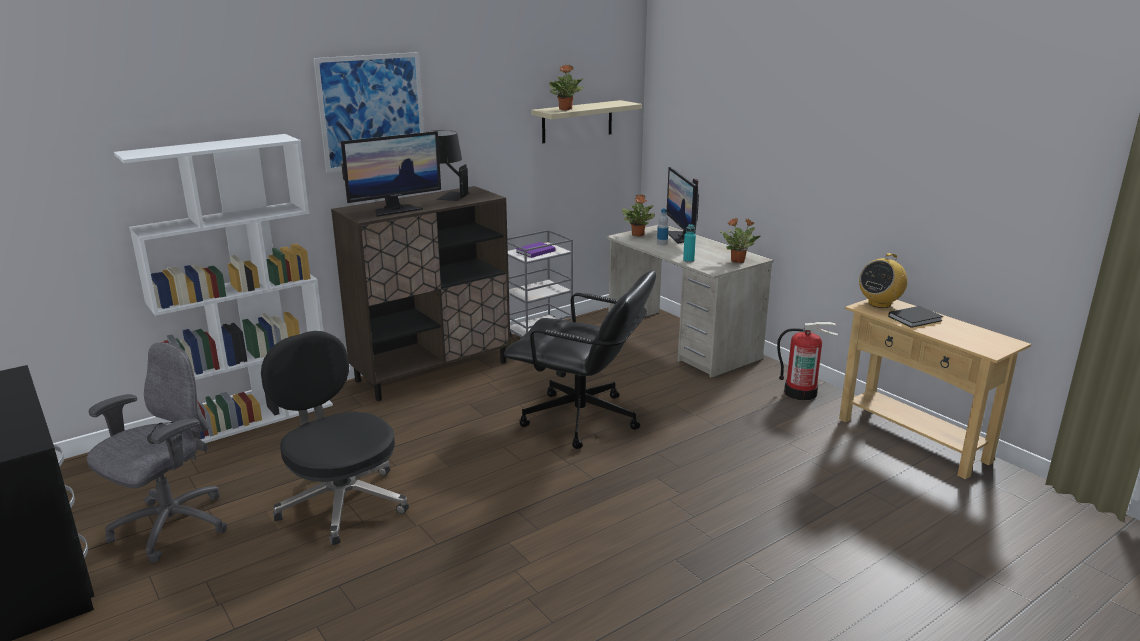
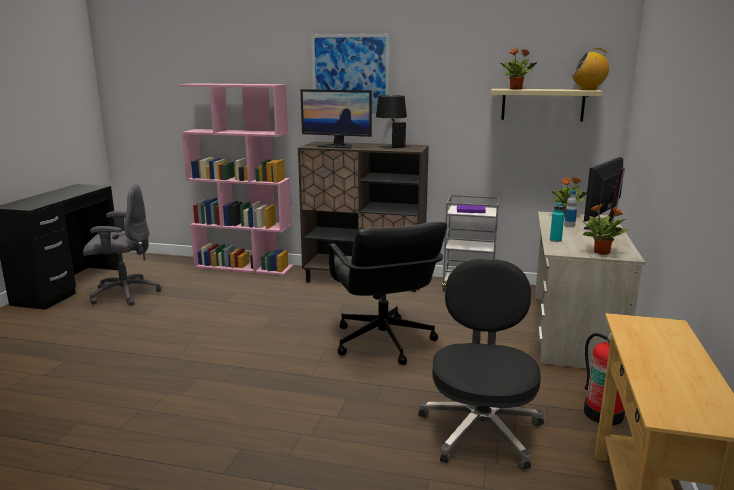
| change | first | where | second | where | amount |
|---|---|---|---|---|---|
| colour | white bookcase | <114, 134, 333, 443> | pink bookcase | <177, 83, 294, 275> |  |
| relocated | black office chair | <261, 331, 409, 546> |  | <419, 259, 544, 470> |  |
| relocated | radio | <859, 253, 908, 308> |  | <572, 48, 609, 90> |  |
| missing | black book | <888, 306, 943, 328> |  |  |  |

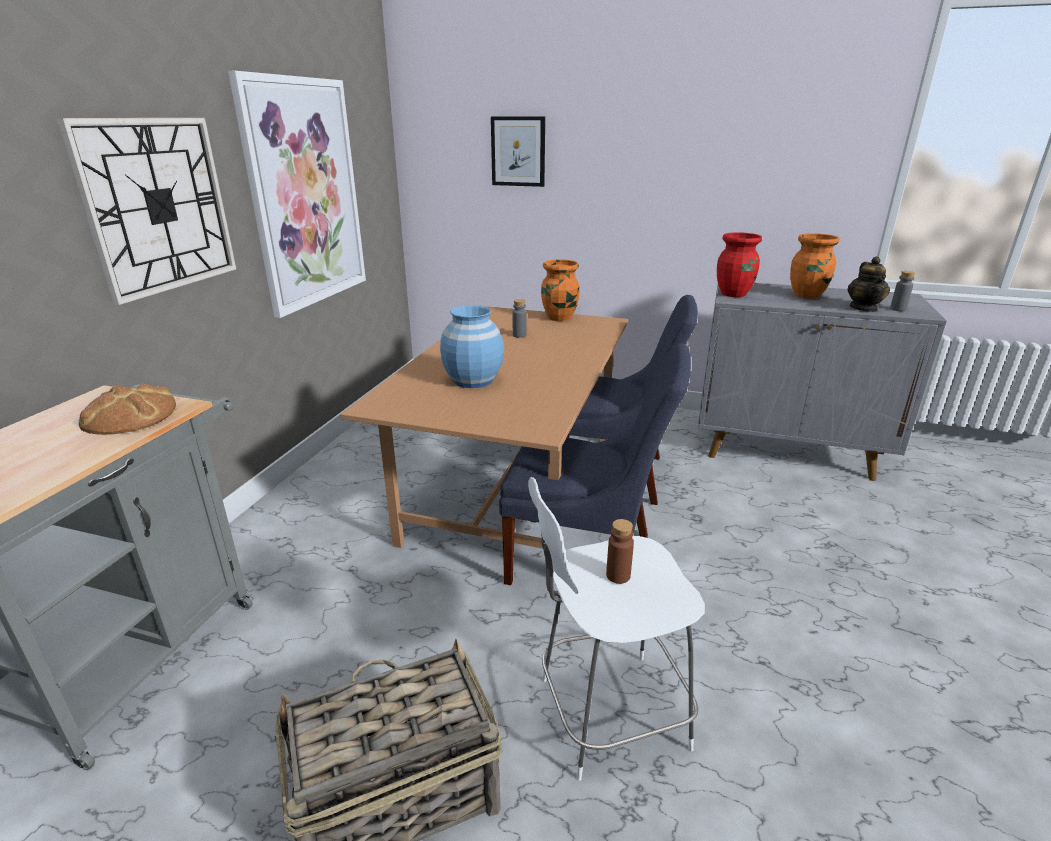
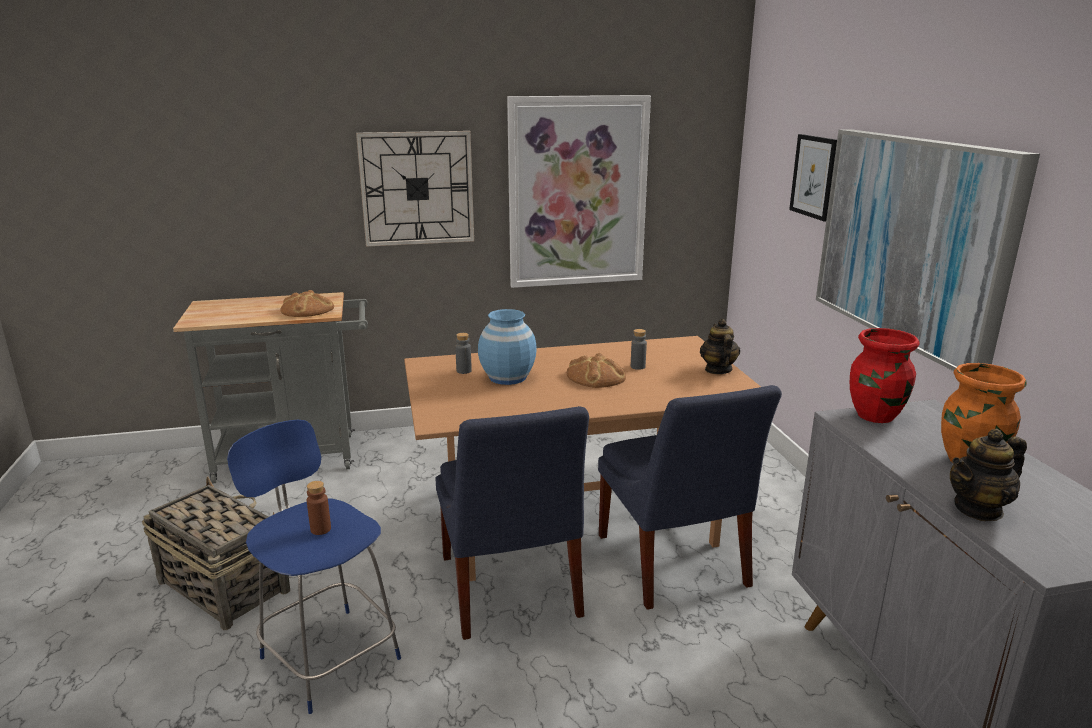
| change | first | where | second | where | amount |
|---|---|---|---|---|---|
| colour | white stool | <528, 477, 705, 781> | blue stool | <227, 420, 401, 714> |  |
| relocated | grey bottle | <890, 271, 915, 311> |  | <455, 333, 472, 374> |  |
| appeared |  |  | bread | <567, 353, 626, 388> |  |
| exchanged | orange vase | <541, 259, 580, 321> | teapot | <700, 319, 740, 374> |  |
| appeared |  |  | picture | <816, 129, 1040, 371> |  |

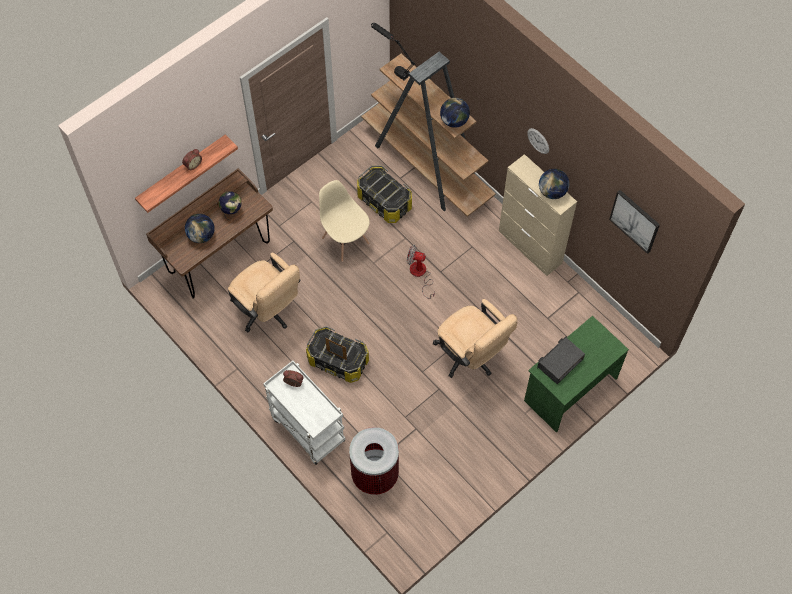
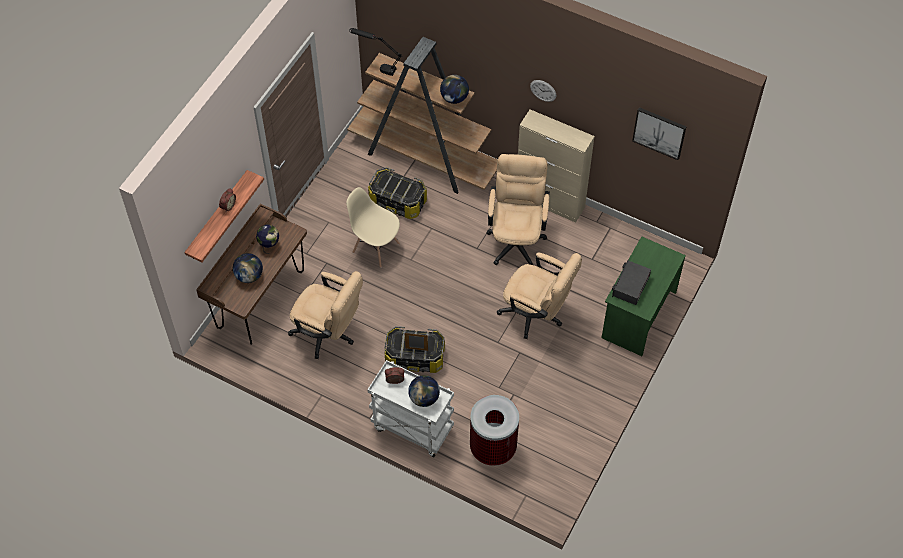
| change | first | where | second | where | amount |
|---|---|---|---|---|---|
| relocated | globe | <539, 169, 569, 199> |  | <408, 375, 440, 407> |  |
| appeared |  |  | beige office chair | <486, 154, 550, 265> |  |
| missing | fan | <407, 245, 435, 299> |  |  |  |

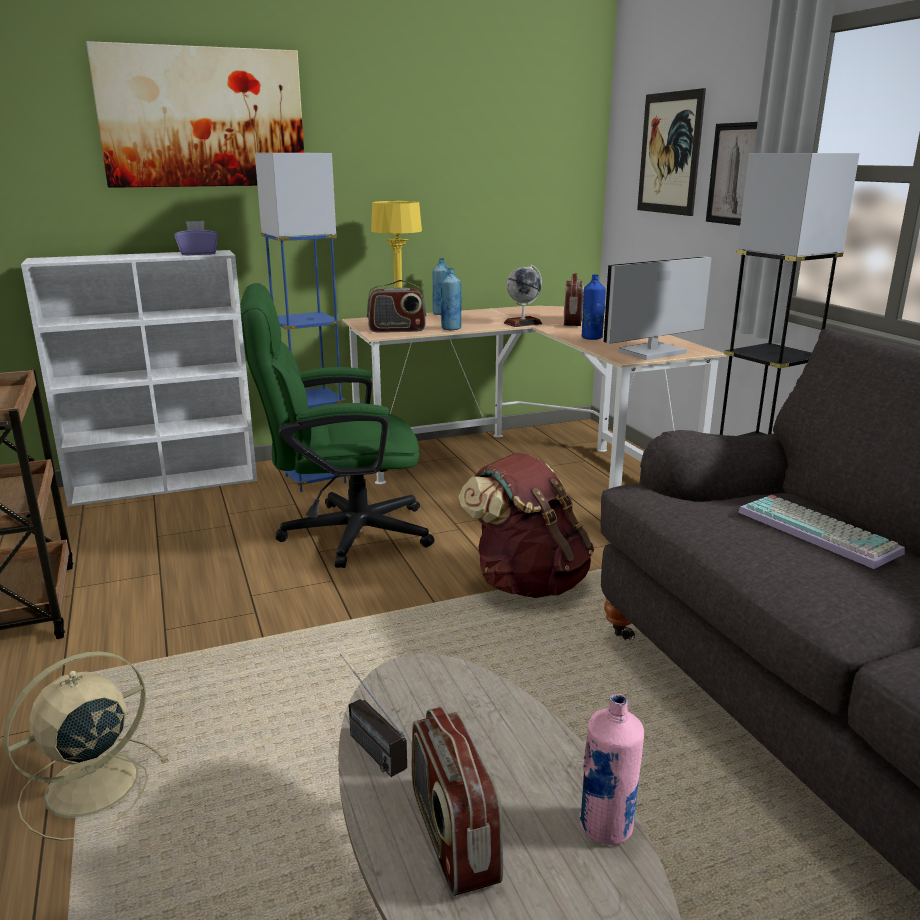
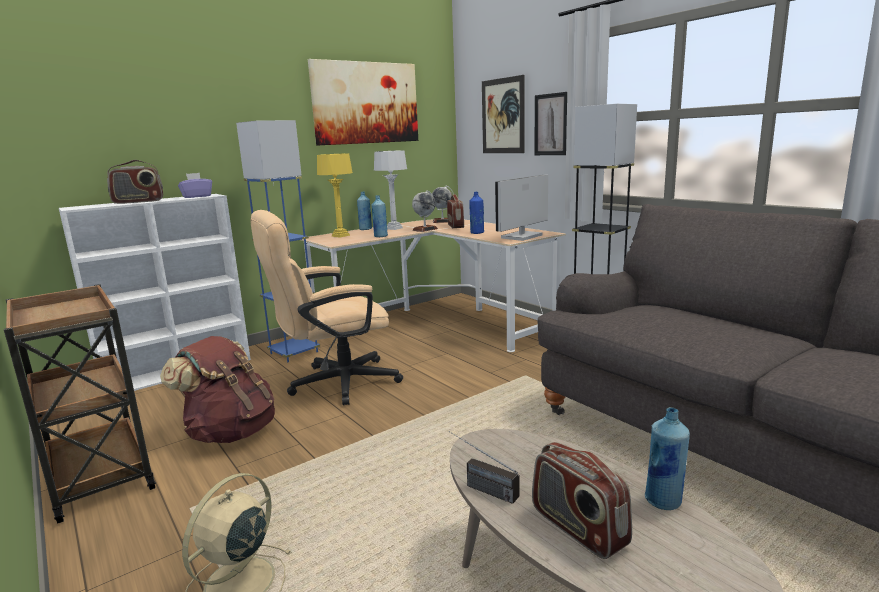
| change | first | where | second | where | amount |
|---|---|---|---|---|---|
| relocated | radio | <367, 280, 426, 333> |  | <107, 160, 163, 204> |  |
| relocated | brown backpack | <458, 453, 594, 598> |  | <160, 336, 275, 443> |  |
| colour | green office chair | <241, 283, 435, 568> | beige office chair | <250, 210, 403, 405> |  |
| relocated | picture | <86, 41, 304, 188> |  | <308, 59, 418, 146> |  |
| appeared |  |  | grey table lamp | <374, 150, 407, 230> |  |
| appeared |  |  | globe | <432, 186, 454, 223> |  |
| colour | pink bottle | <579, 694, 644, 845> | blue bottle | <645, 407, 690, 510> |  |
| missing | keyboard | <738, 495, 905, 569> |  |  |  |

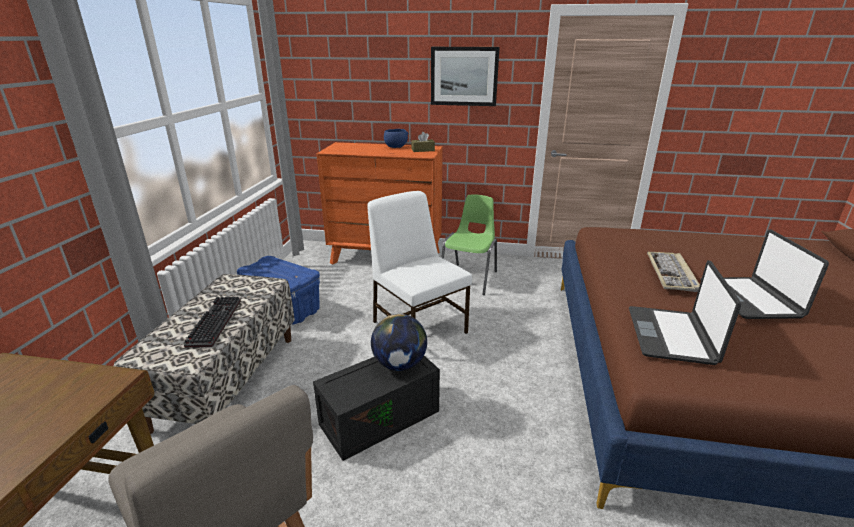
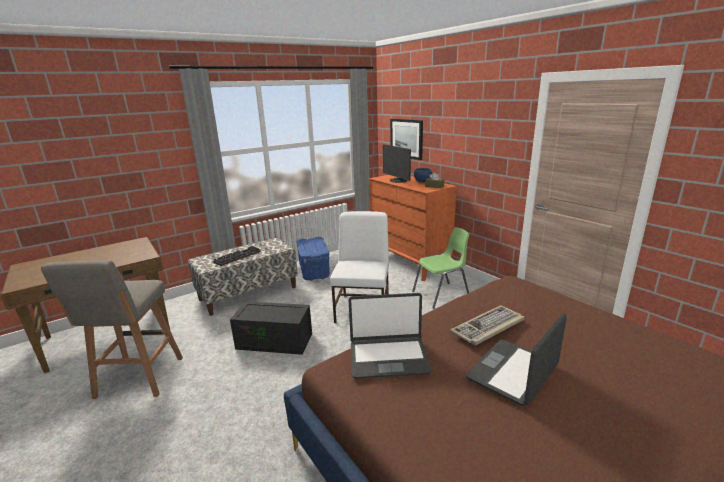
| change | first | where | second | where | amount |
|---|---|---|---|---|---|
| spun | laptop | <629, 260, 741, 365> |  | <349, 293, 431, 379> | 150 degrees counterclockwise |
| appeared |  |  | monitor | <383, 144, 411, 183> |  |
| relocated | picture | <431, 47, 500, 106> |  | <390, 119, 423, 160> |  |
| missing | globe | <371, 314, 427, 371> |  |  |  |

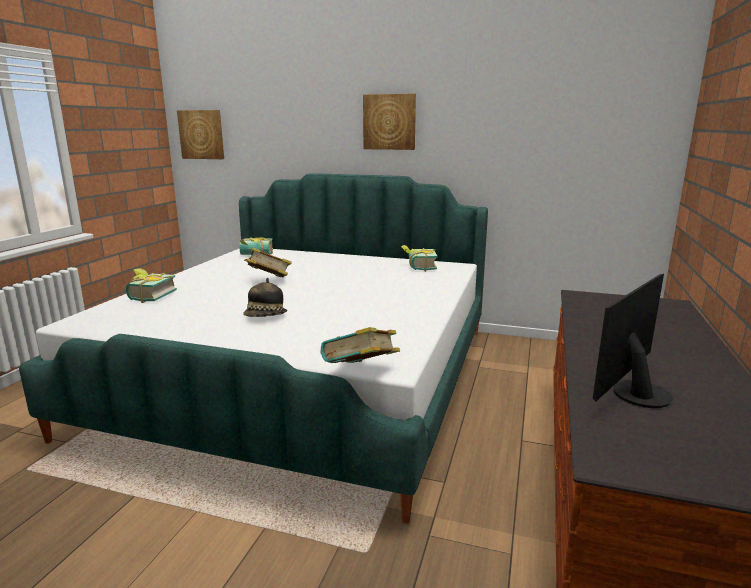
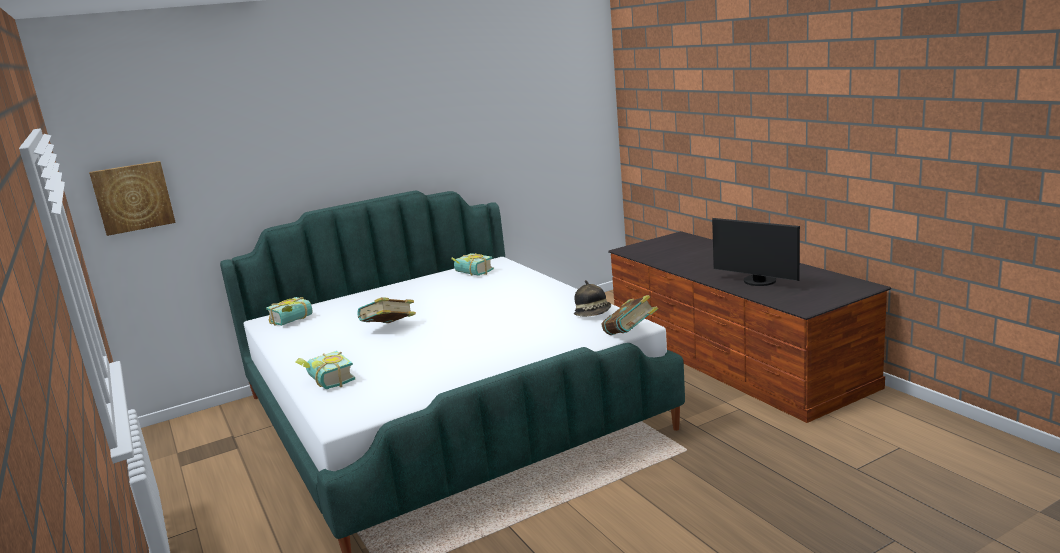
| change | first | where | second | where | amount |
|---|---|---|---|---|---|
| relocated | hat | <243, 278, 287, 317> |  | <574, 280, 611, 317> |  |
| spun | monitor | <593, 274, 673, 408> |  | <712, 218, 800, 286> | 45 degrees counterclockwise |
| missing | picture | <363, 93, 416, 150> |  |  |  |

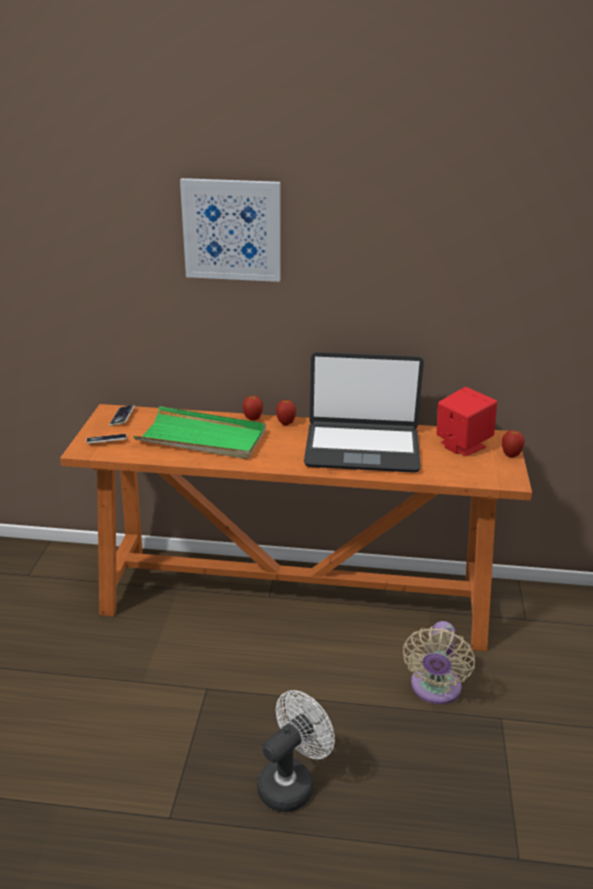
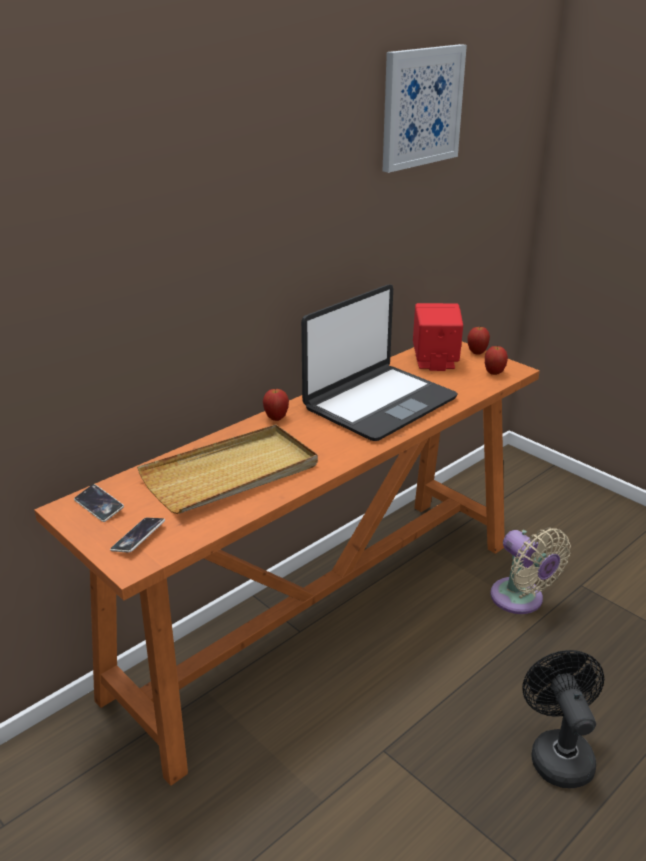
| change | first | where | second | where | amount |
|---|---|---|---|---|---|
| colour | green tray | <133, 406, 266, 459> | beige tray | <137, 424, 318, 514> |  |
| relocated | picture | <180, 178, 281, 282> |  | <383, 44, 467, 173> |  |
| relocated | apple | <242, 395, 263, 421> |  | <485, 346, 508, 375> |  |
| colour | white fan | <257, 690, 335, 812> | black fan | <522, 650, 604, 788> |  |

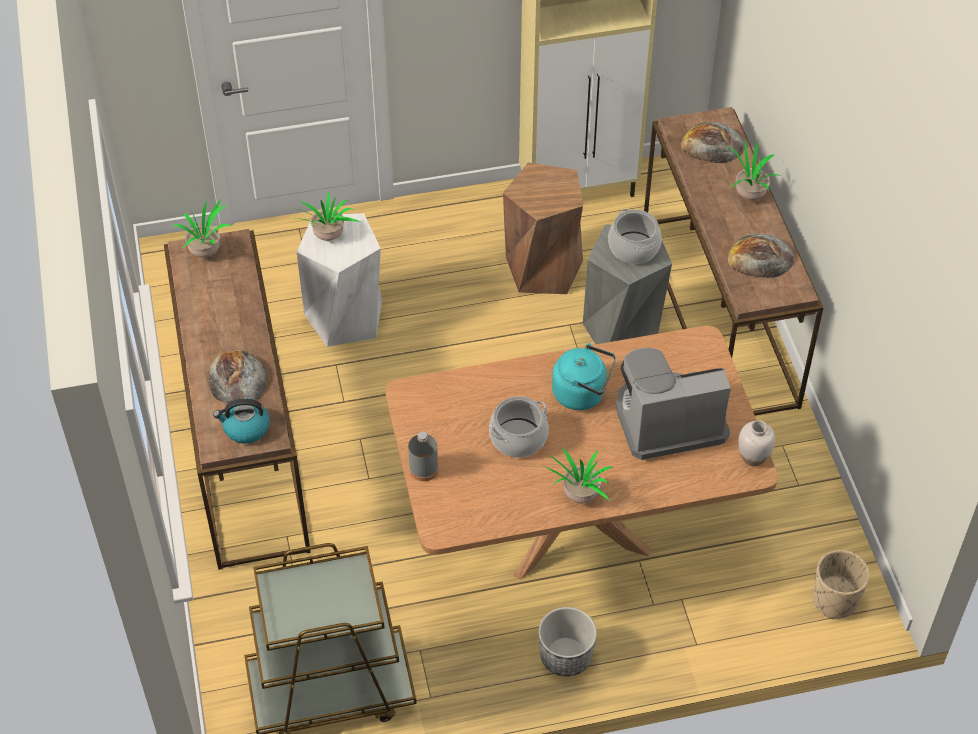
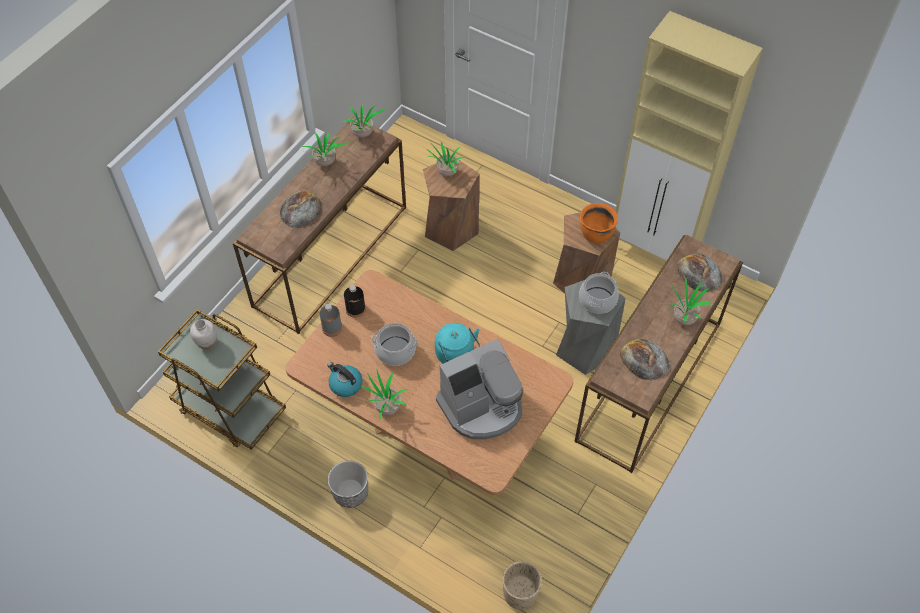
| change | first | where | second | where | amount |
|---|---|---|---|---|---|
| relocated | white vase | <738, 420, 775, 466> |  | <190, 319, 217, 350> |  |
| appeared |  |  | potted plant | <301, 133, 348, 166> |  |
| relocated | kettle | <213, 399, 270, 444> |  | <328, 362, 363, 397> |  |
| appeared |  |  | black bottle | <344, 285, 366, 318> |  |
| colour | white stool | <297, 213, 382, 347> | brown stool | <423, 159, 479, 251> |  |
| spun | coffee machine | <616, 347, 731, 460> |  | <436, 339, 523, 439> | 120 degrees clockwise |
| appeared |  |  | orange cooking pot | <580, 203, 618, 243> |  |

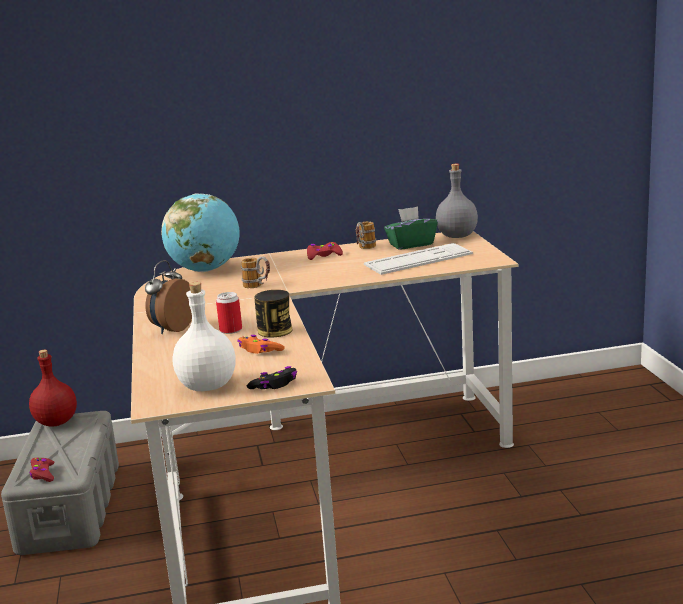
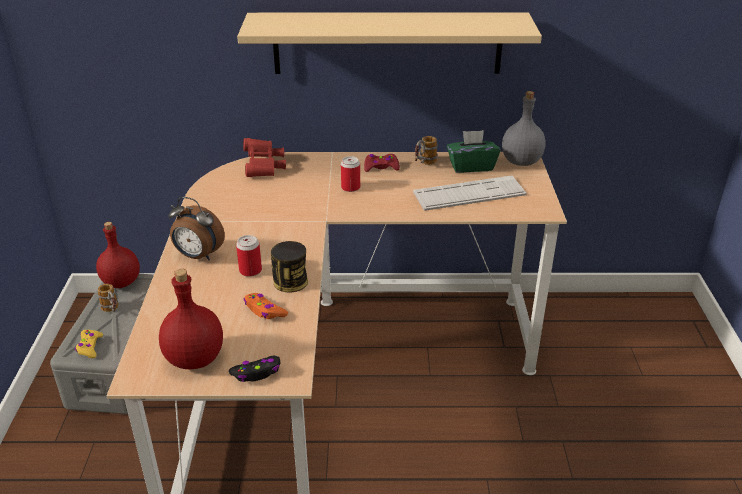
| change | first | where | second | where | amount |
|---|---|---|---|---|---|
| colour | red game controller | <29, 458, 54, 482> | yellow game controller | <75, 330, 103, 358> |  |
| relocated | mug | <241, 256, 270, 288> |  | <98, 284, 118, 312> |  |
| colour | white bottle | <173, 282, 235, 391> | red bottle | <159, 269, 223, 369> |  |
| spun | alarm clock | <145, 260, 192, 334> |  | <168, 197, 225, 260> | 105 degrees counterclockwise |
| appeared |  |  | beige shelf | <237, 12, 542, 74> |  |
| exchanged | globe | <161, 193, 239, 272> | red binoculars | <243, 138, 286, 177> |  |
| appeared |  |  | can | <341, 156, 360, 192> |  |

